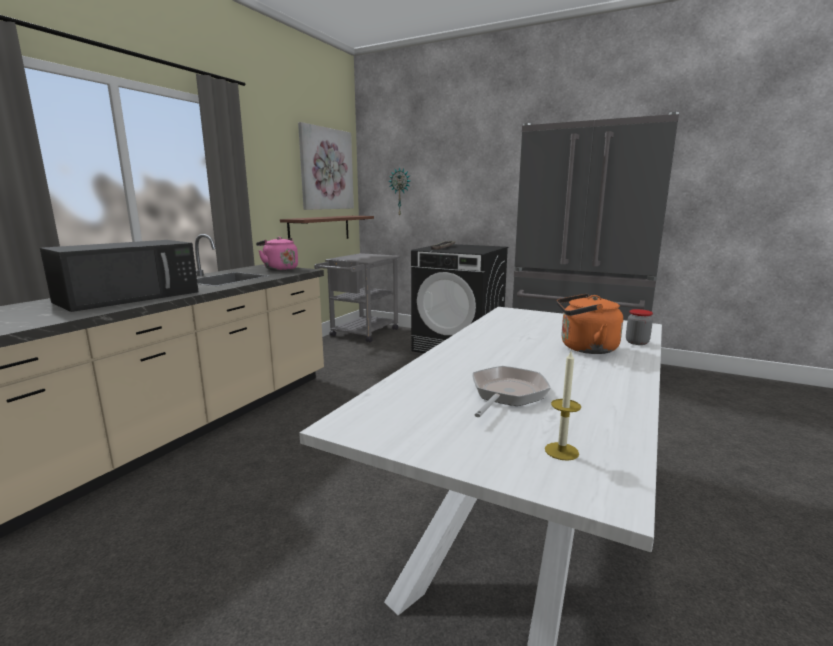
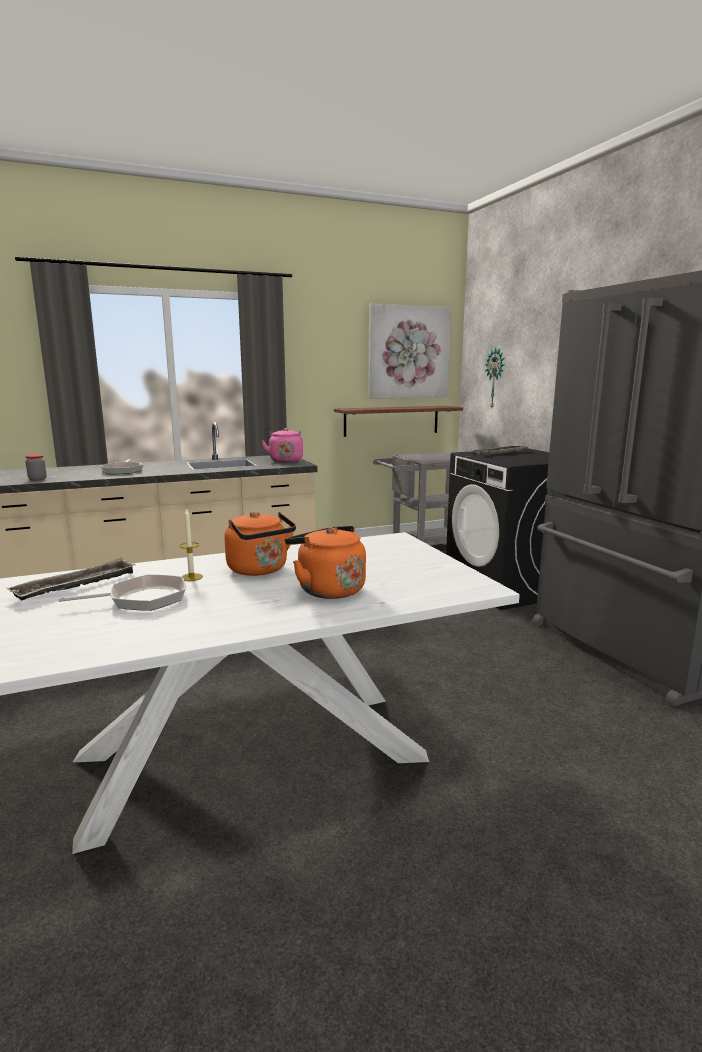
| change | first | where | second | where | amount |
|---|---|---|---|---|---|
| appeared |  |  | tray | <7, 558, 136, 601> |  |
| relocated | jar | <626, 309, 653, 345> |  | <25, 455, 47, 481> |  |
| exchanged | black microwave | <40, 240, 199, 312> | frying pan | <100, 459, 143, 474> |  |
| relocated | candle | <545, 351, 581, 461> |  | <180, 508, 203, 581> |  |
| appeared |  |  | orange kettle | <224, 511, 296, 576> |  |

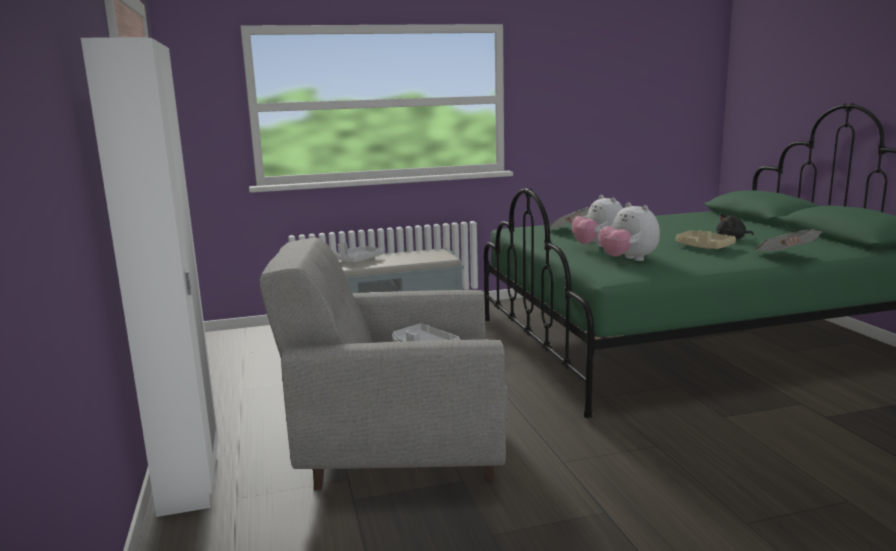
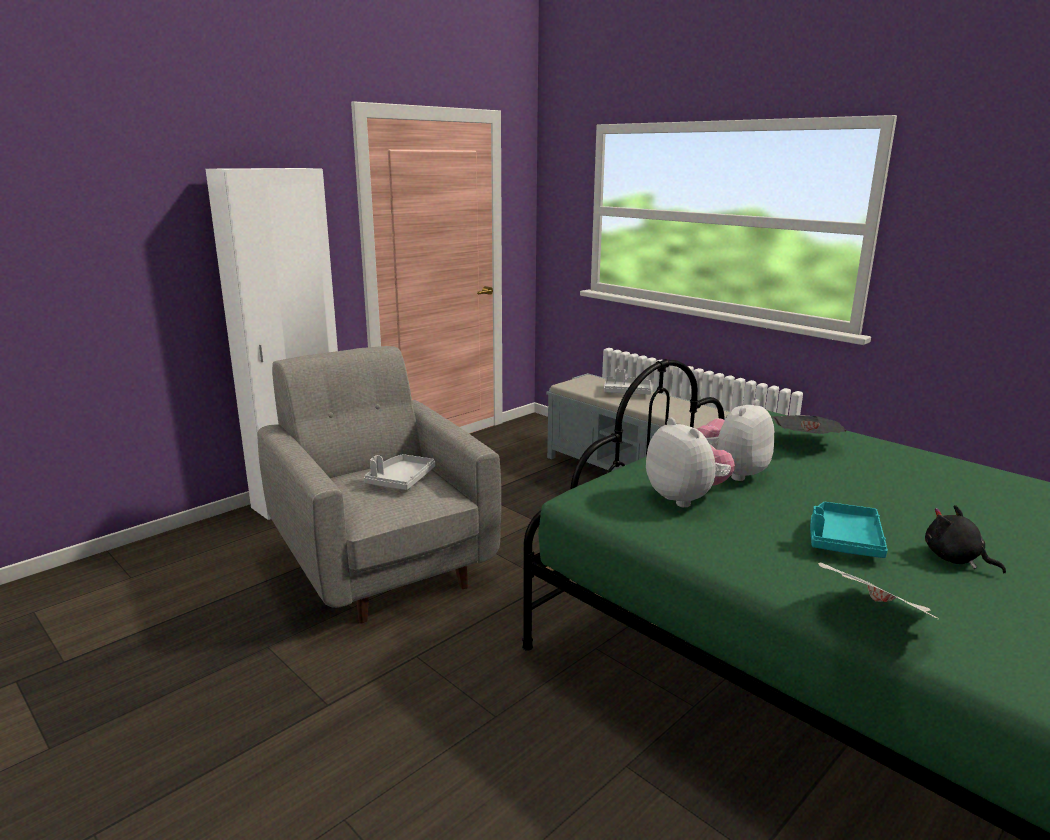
| change | first | where | second | where | amount |
|---|---|---|---|---|---|
| spun | plush toy | <599, 203, 660, 261> |  | <646, 418, 735, 507> | 120 degrees clockwise |
| colour | beige tray | <676, 230, 736, 249> | turquoise tray | <810, 502, 888, 558> |  |

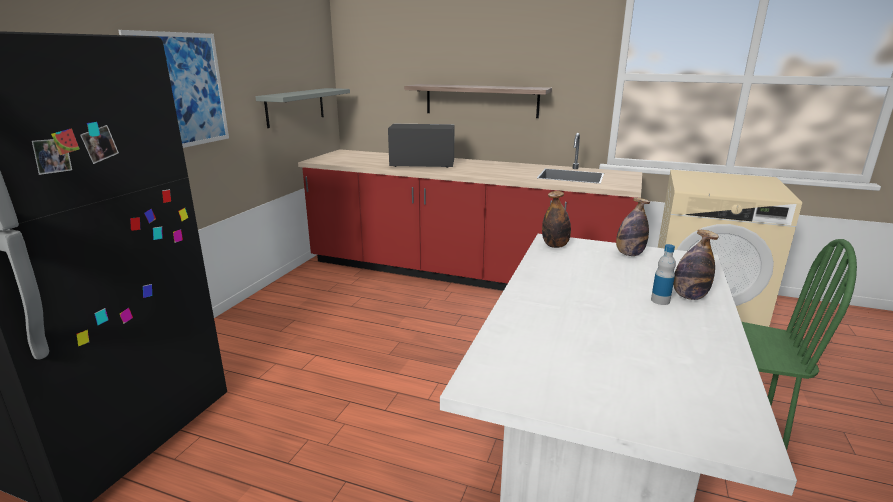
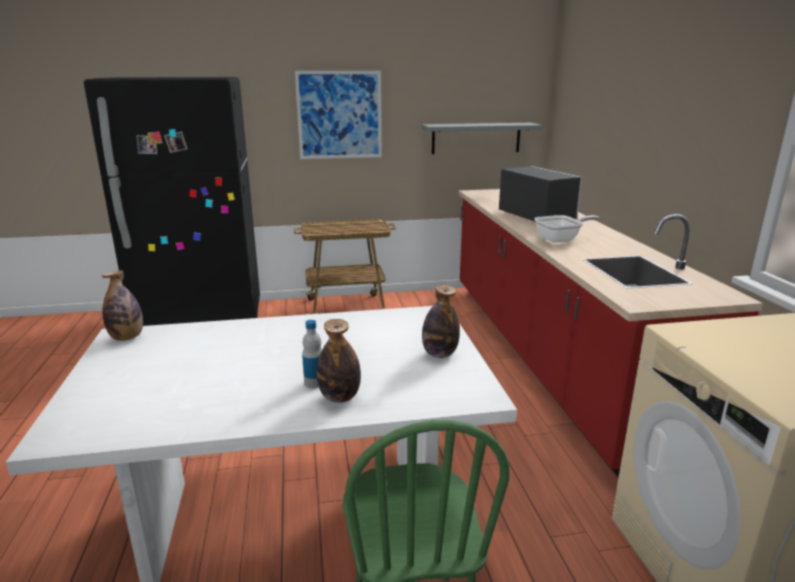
| change | first | where | second | where | amount |
|---|---|---|---|---|---|
| relocated | bottle | <542, 191, 571, 248> |  | <102, 270, 143, 341> |  |
| appeared |  |  | cart | <294, 219, 396, 315> |  |
| appeared |  |  | frying pan | <534, 215, 600, 243> |  |
| missing | shelf | <404, 84, 552, 118> |  |  |  |

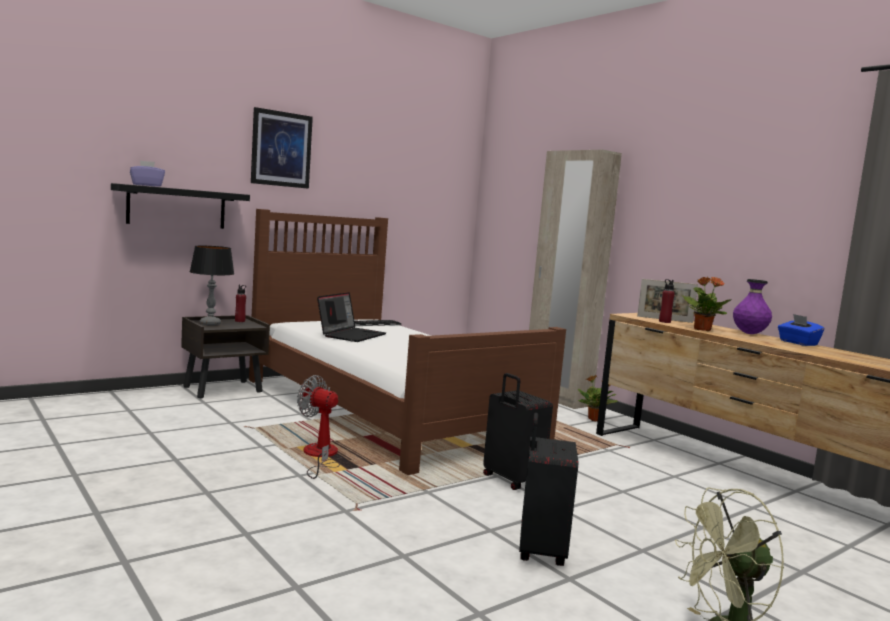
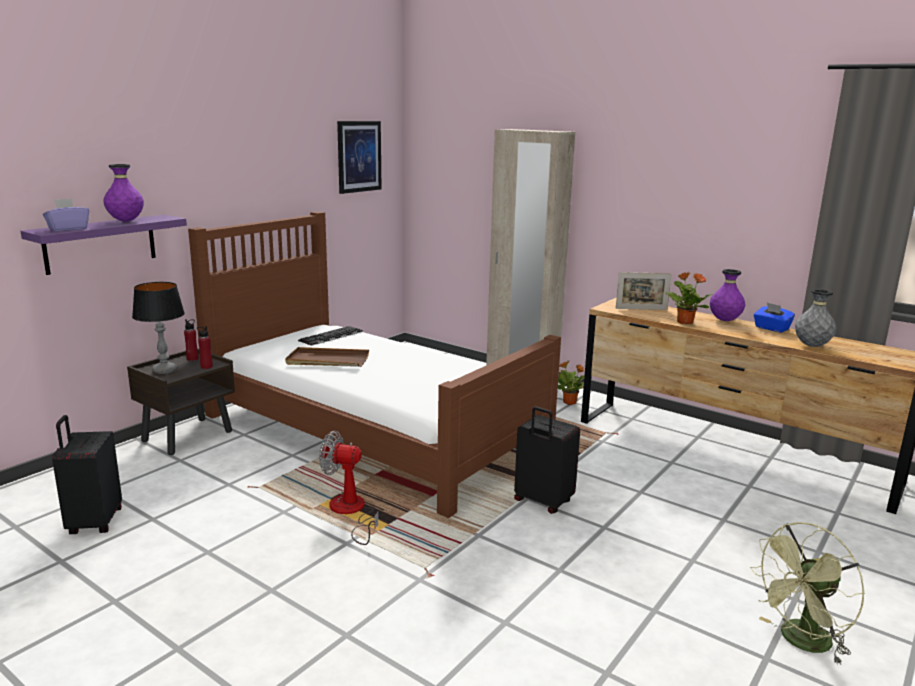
| change | first | where | second | where | amount |
|---|---|---|---|---|---|
| colour | black shelf | <111, 183, 250, 229> | purple shelf | <20, 215, 187, 275> |  |
| relocated | black suitcase | <519, 413, 578, 566> |  | <52, 415, 122, 534> |  |
| appeared |  |  | purple vase | <103, 164, 144, 222> |  |
| relocated | red bottle | <659, 279, 675, 323> |  | <197, 326, 213, 369> |  |
| exchanged | laptop | <317, 292, 386, 342> | brown tray | <285, 347, 369, 367> |  |
| relocated | picture | <251, 107, 313, 189> |  | <337, 121, 381, 194> |  |
| appeared |  |  | grey vase | <795, 289, 837, 347> |  |

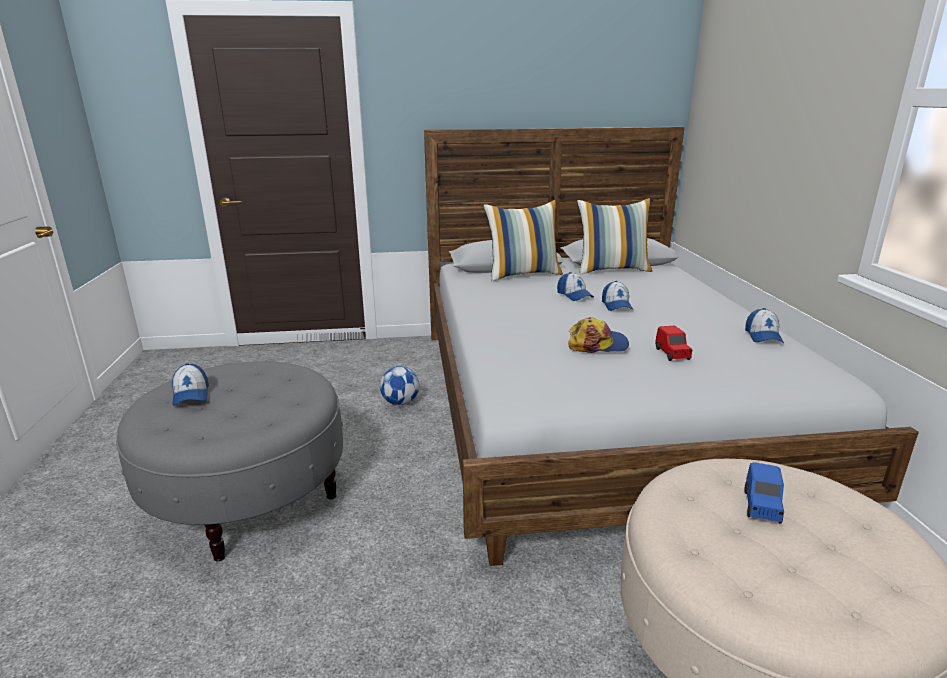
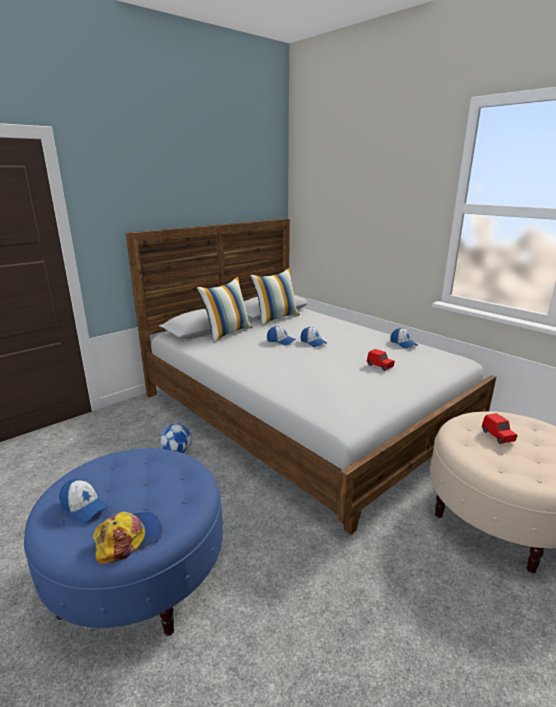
| change | first | where | second | where | amount |
|---|---|---|---|---|---|
| colour | grey ottoman | <116, 361, 343, 562> | blue ottoman | <24, 448, 223, 636> |  |
| relocated | cap | <568, 317, 629, 353> |  | <93, 512, 163, 564> |  |
| colour | blue toy car | <744, 462, 784, 524> | red toy car | <482, 413, 517, 444> |  |

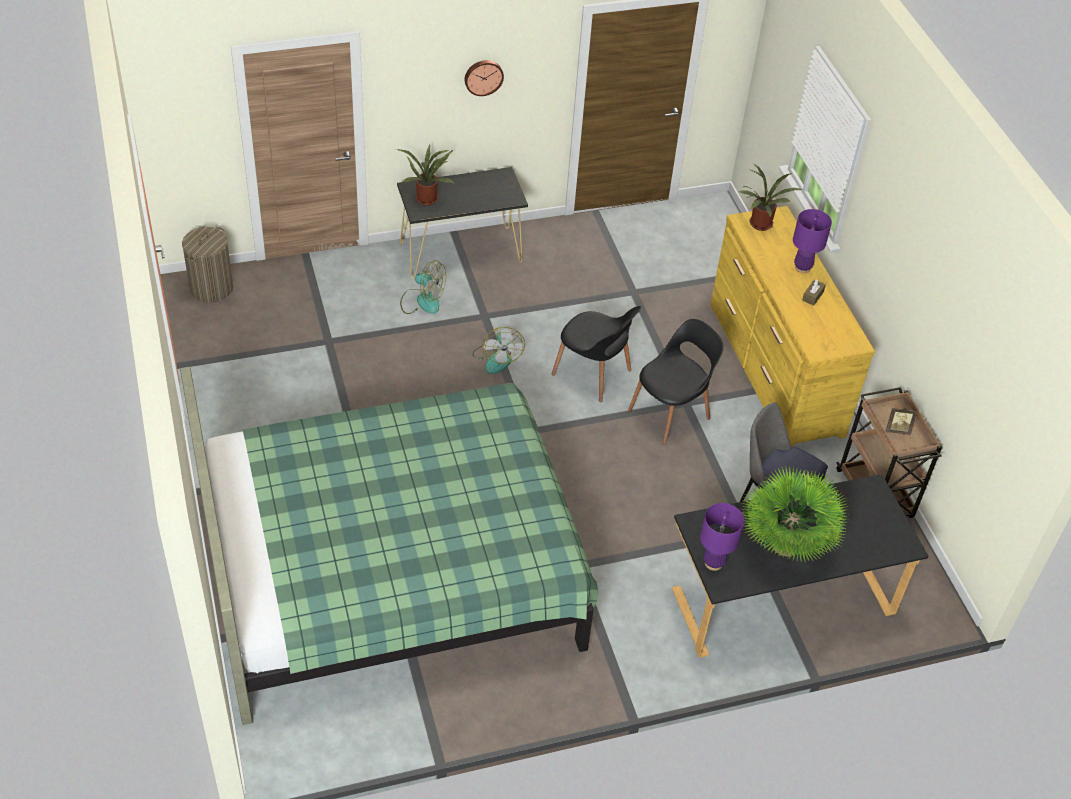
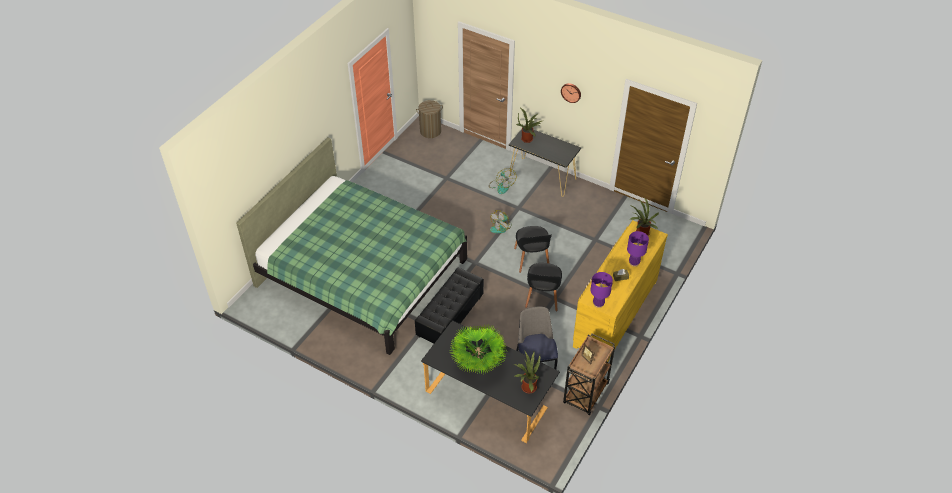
| change | first | where | second | where | amount |
|---|---|---|---|---|---|
| appeared |  |  | black ottoman | <415, 268, 484, 343> |  |
| appeared |  |  | potted plant | <514, 350, 540, 393> |  |
| spun | black chair | <628, 319, 723, 445> |  | <525, 263, 562, 311> | 90 degrees clockwise |
| relocated | purple table lamp | <700, 503, 744, 571> |  | <590, 272, 613, 308> |  |

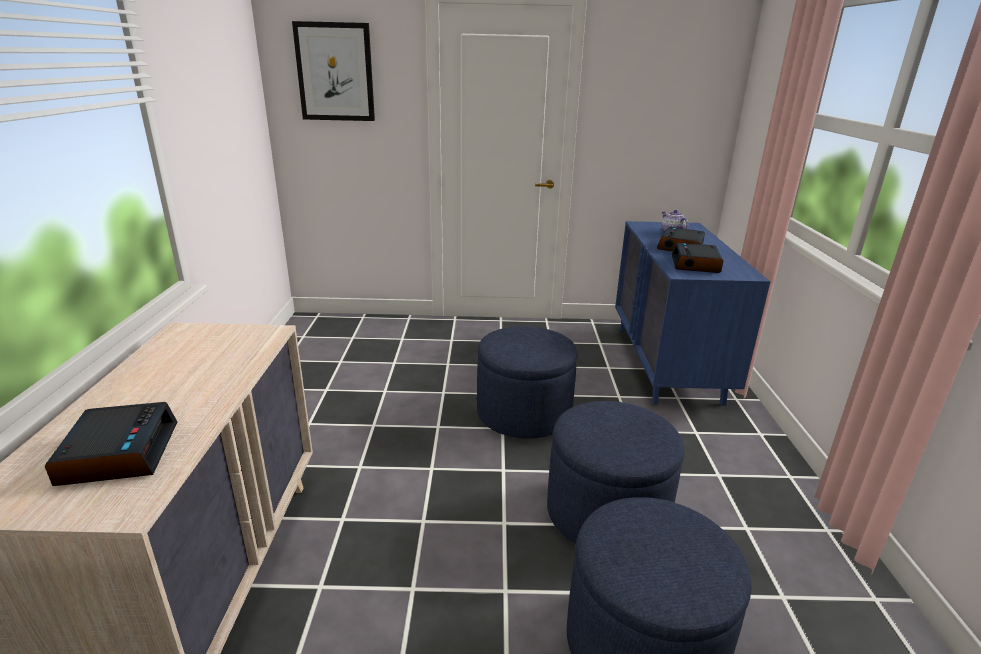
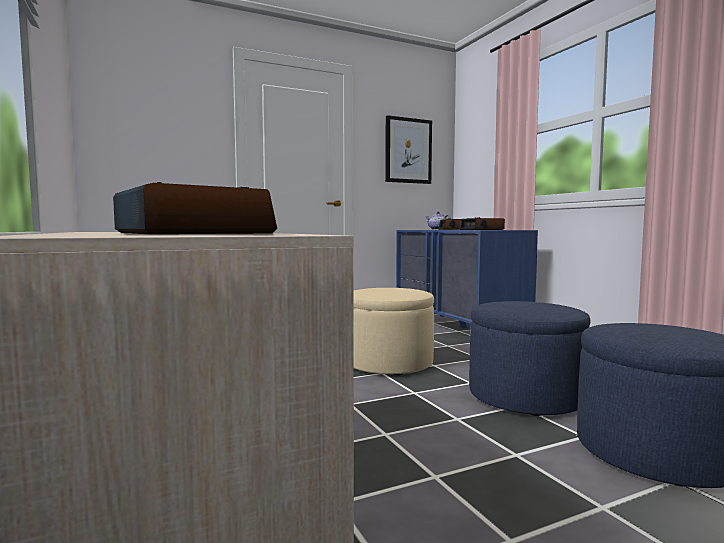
| change | first | where | second | where | amount |
|---|---|---|---|---|---|
| colour | blue ottoman | <477, 326, 578, 439> | beige ottoman | <353, 288, 434, 375> |  |
| relocated | picture | <292, 21, 375, 121> |  | <385, 115, 432, 184> |  |

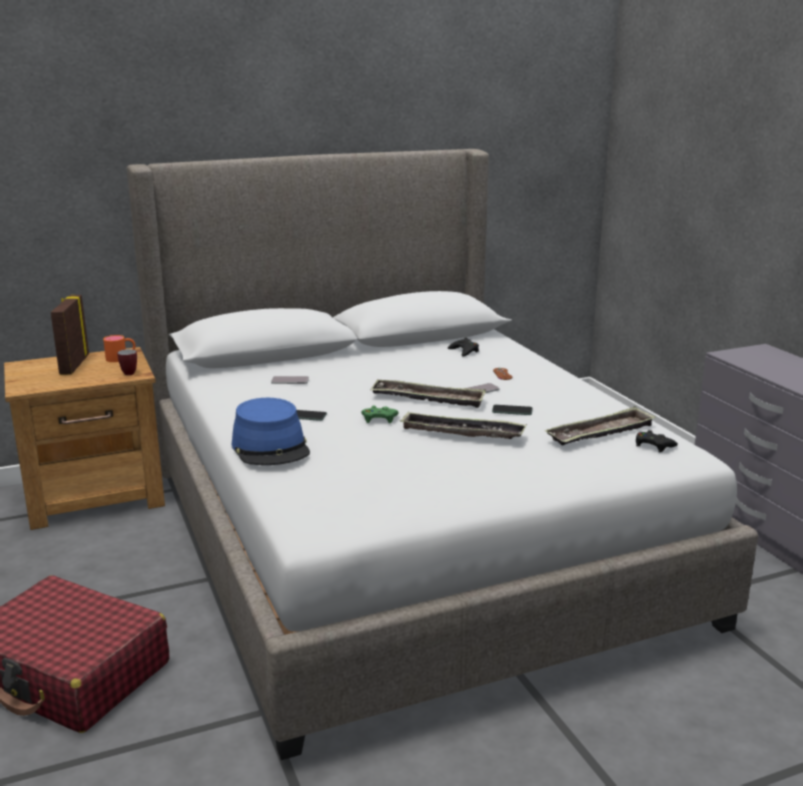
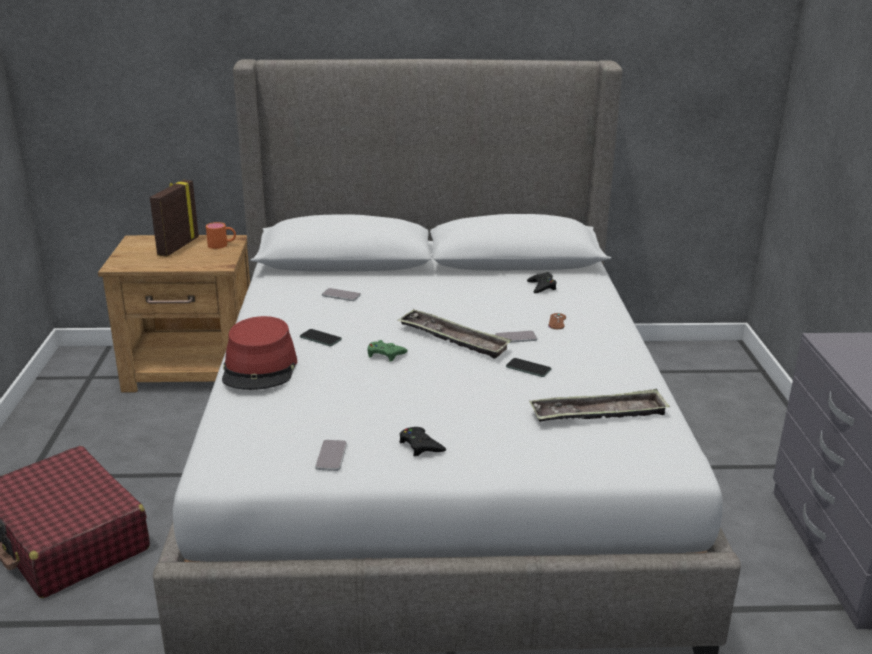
| change | first | where | second | where | amount |
|---|---|---|---|---|---|
| colour | blue hat | <232, 398, 310, 465> | red hat | <222, 316, 297, 390> |  |
| appeared |  |  | phone | <315, 440, 347, 471> |  |
| relocated | black game controller | <636, 430, 678, 452> |  | <399, 427, 446, 456> |  |
| missing | mug | <117, 349, 137, 375> |  |  |  |
| missing | tray | <400, 412, 527, 439> |  |  |  |

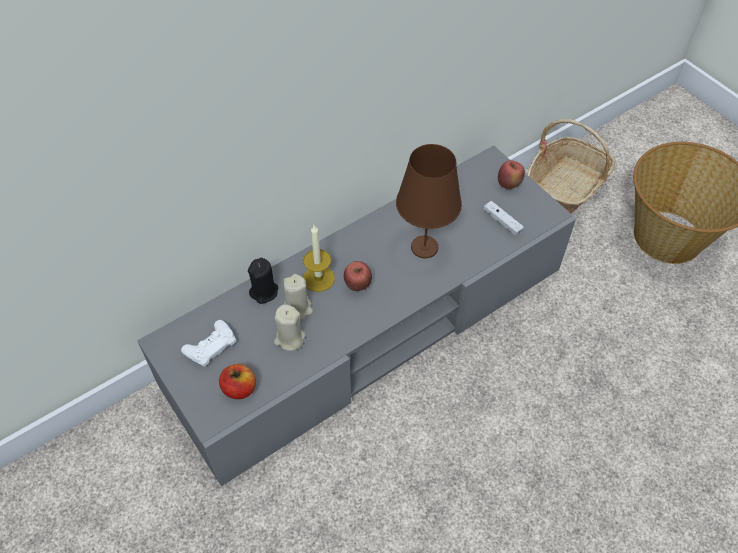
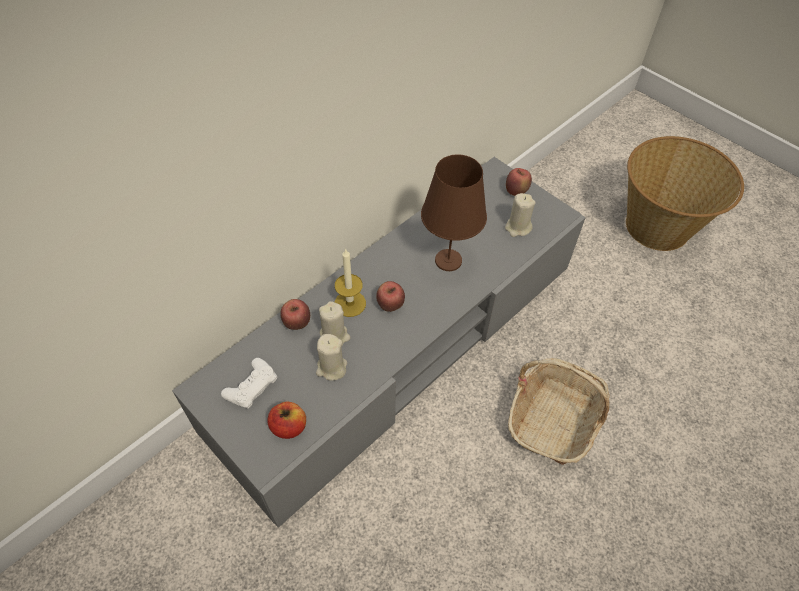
| change | first | where | second | where | amount |
|---|---|---|---|---|---|
| exchanged | black candle | <248, 258, 278, 304> | apple | <280, 299, 310, 330> |  |
| exchanged | white game controller | <484, 201, 524, 236> | beige candle | <505, 193, 536, 237> |  |
| relocated | basket | <527, 119, 615, 213> |  | <508, 358, 610, 465> |  |

